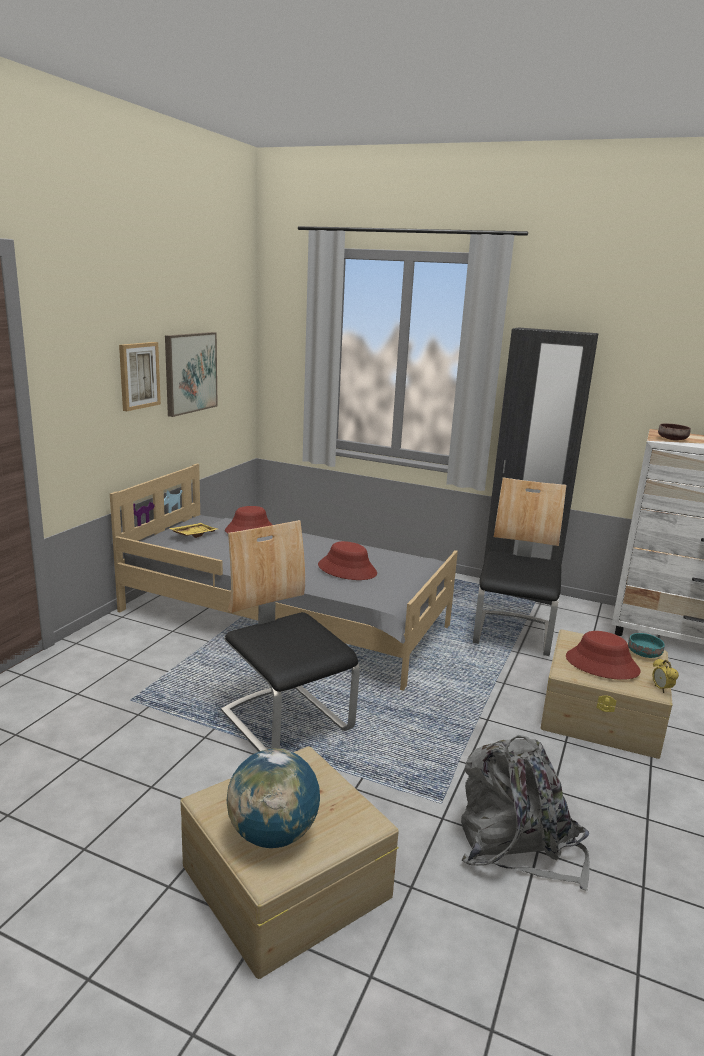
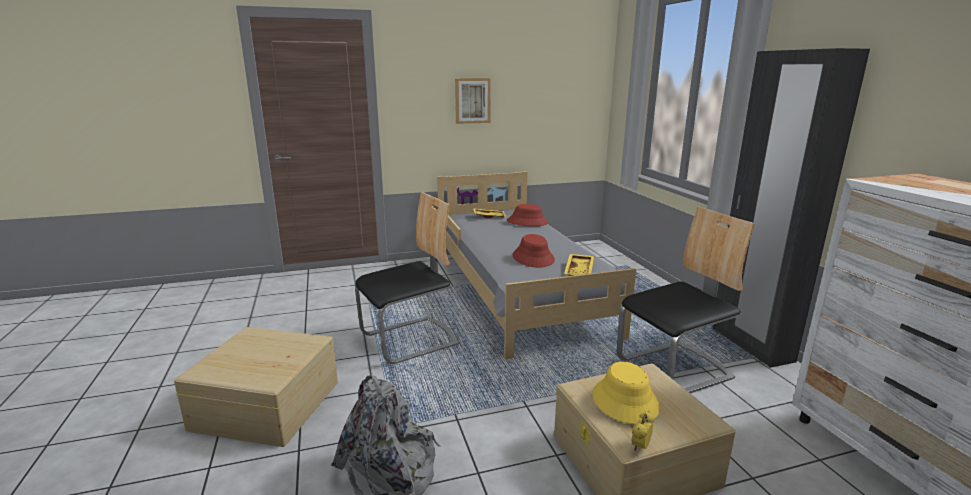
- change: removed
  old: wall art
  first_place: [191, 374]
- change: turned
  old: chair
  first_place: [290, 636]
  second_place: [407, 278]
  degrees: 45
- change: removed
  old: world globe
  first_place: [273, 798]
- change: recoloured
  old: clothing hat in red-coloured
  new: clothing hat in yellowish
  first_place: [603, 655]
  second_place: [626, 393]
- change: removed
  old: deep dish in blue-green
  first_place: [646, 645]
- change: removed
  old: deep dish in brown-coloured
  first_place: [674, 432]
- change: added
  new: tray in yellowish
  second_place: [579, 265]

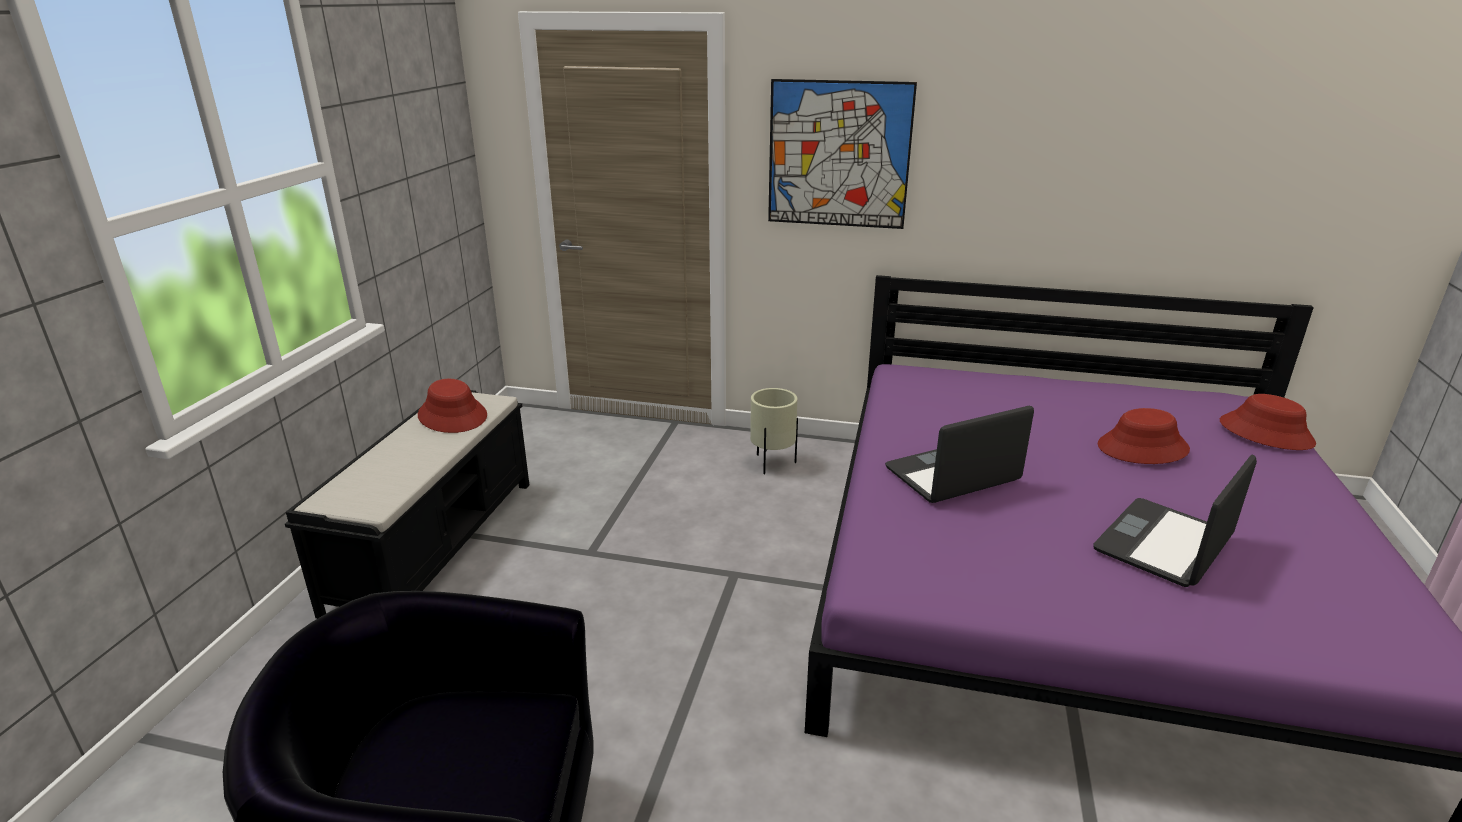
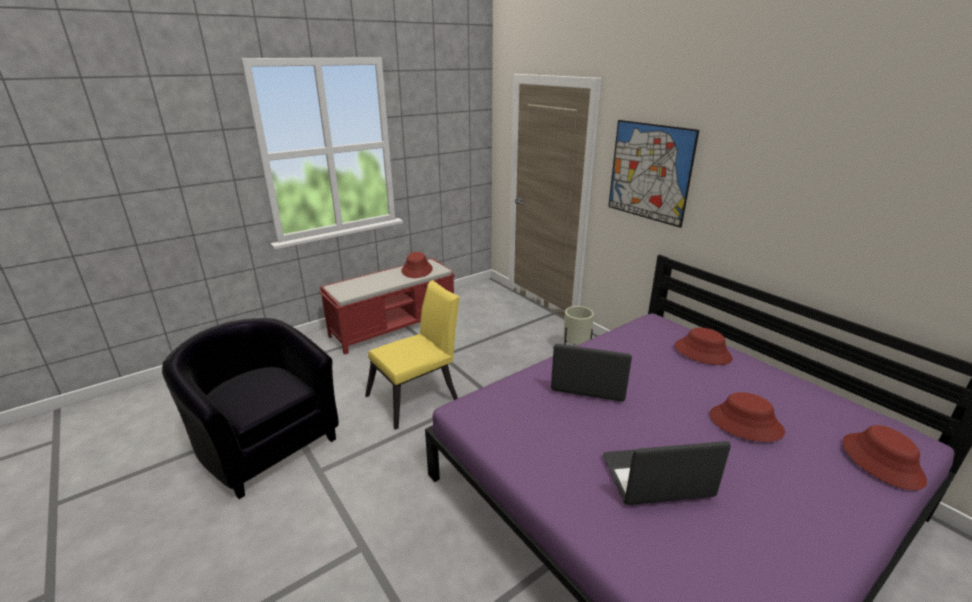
- change: recoloured
  old: indoor bench in black-coloured
  new: indoor bench in red-coloured
  first_place: [407, 504]
  second_place: [387, 306]
- change: added
  new: chair in yellowish
  second_place: [412, 355]
- change: added
  new: clothing hat in red-coloured
  second_place: [704, 346]

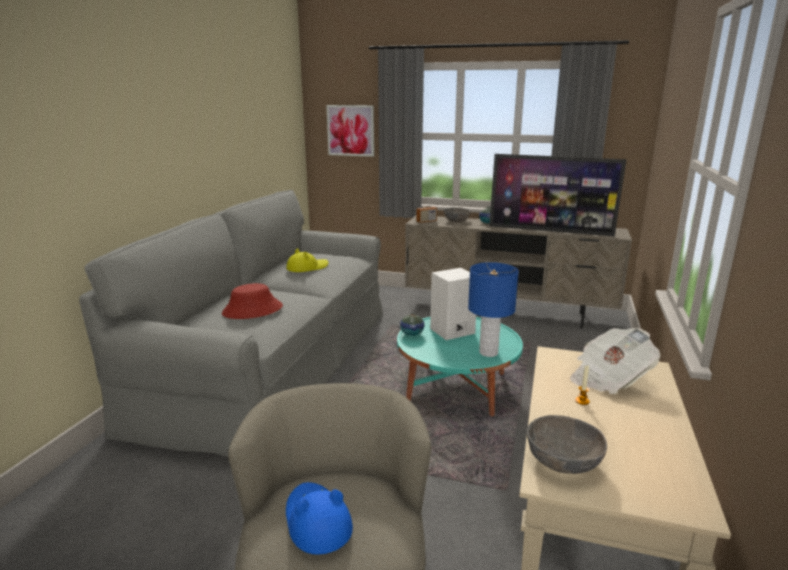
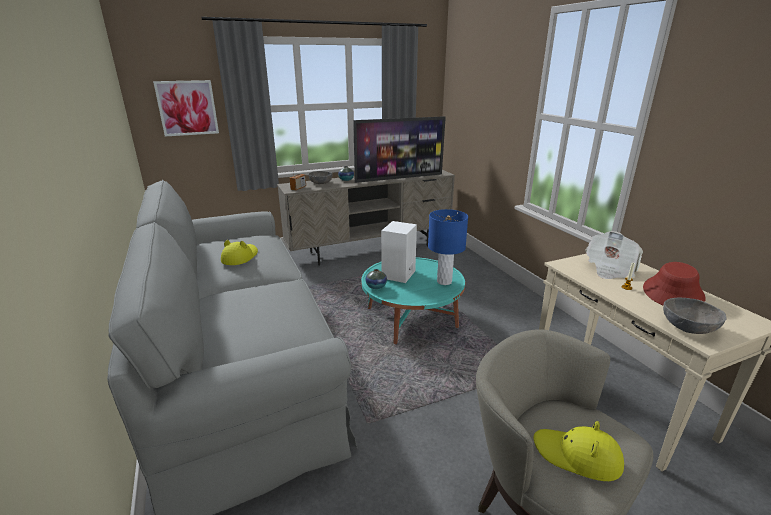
- change: moved
  old: clothing hat in red-coloured
  first_place: [252, 301]
  second_place: [674, 284]
- change: recoloured
  old: clothing hat in blue
  new: clothing hat in yellowish
  first_place: [319, 518]
  second_place: [579, 451]

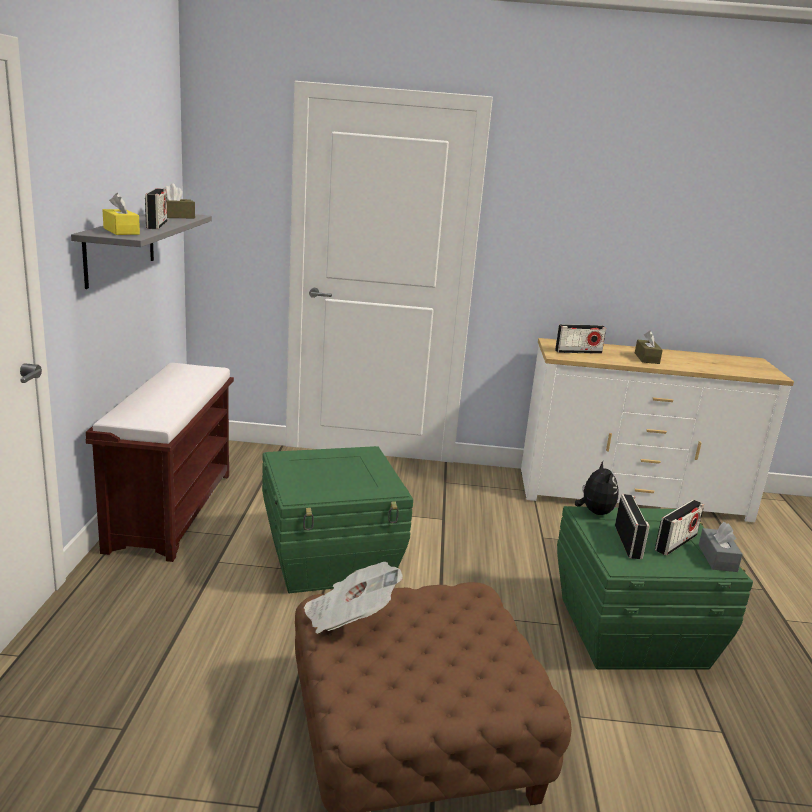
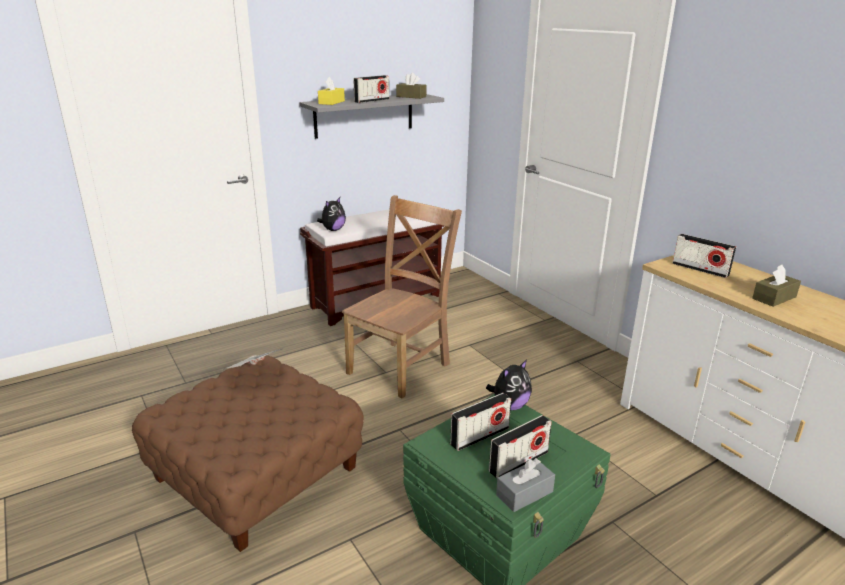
- change: replaced
  old: storage box in greenish
  new: chair in brown-coloured
  first_place: [337, 519]
  second_place: [402, 297]
- change: turned
  old: radio
  first_place: [679, 528]
  second_place: [520, 446]
  degrees: -45
- change: added
  new: soft toy
  second_place: [331, 214]

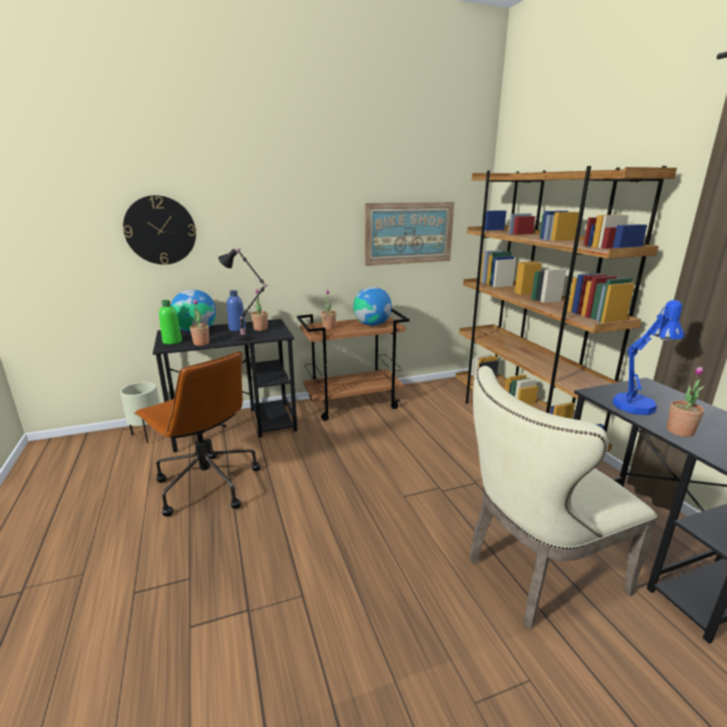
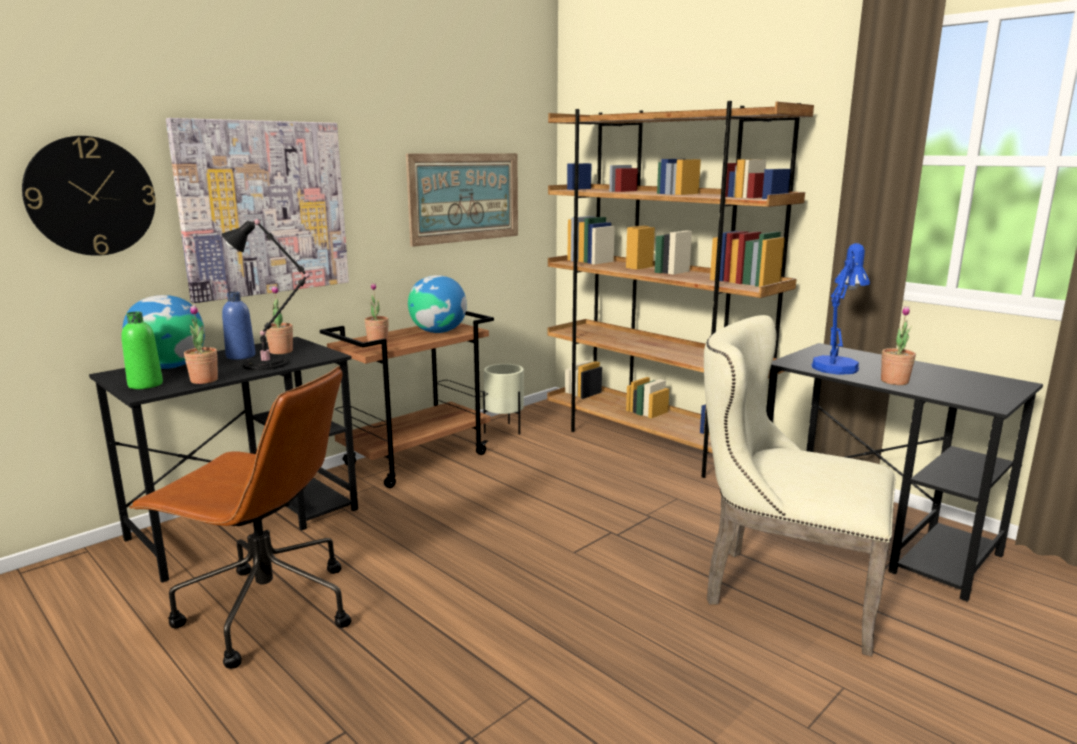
- change: moved
  old: plant pot in beige-coloured
  first_place: [140, 412]
  second_place: [503, 399]
- change: turned
  old: chair in beige-coloured
  first_place: [564, 497]
  second_place: [800, 485]
  degrees: 75
- change: added
  new: wall art
  second_place: [257, 210]

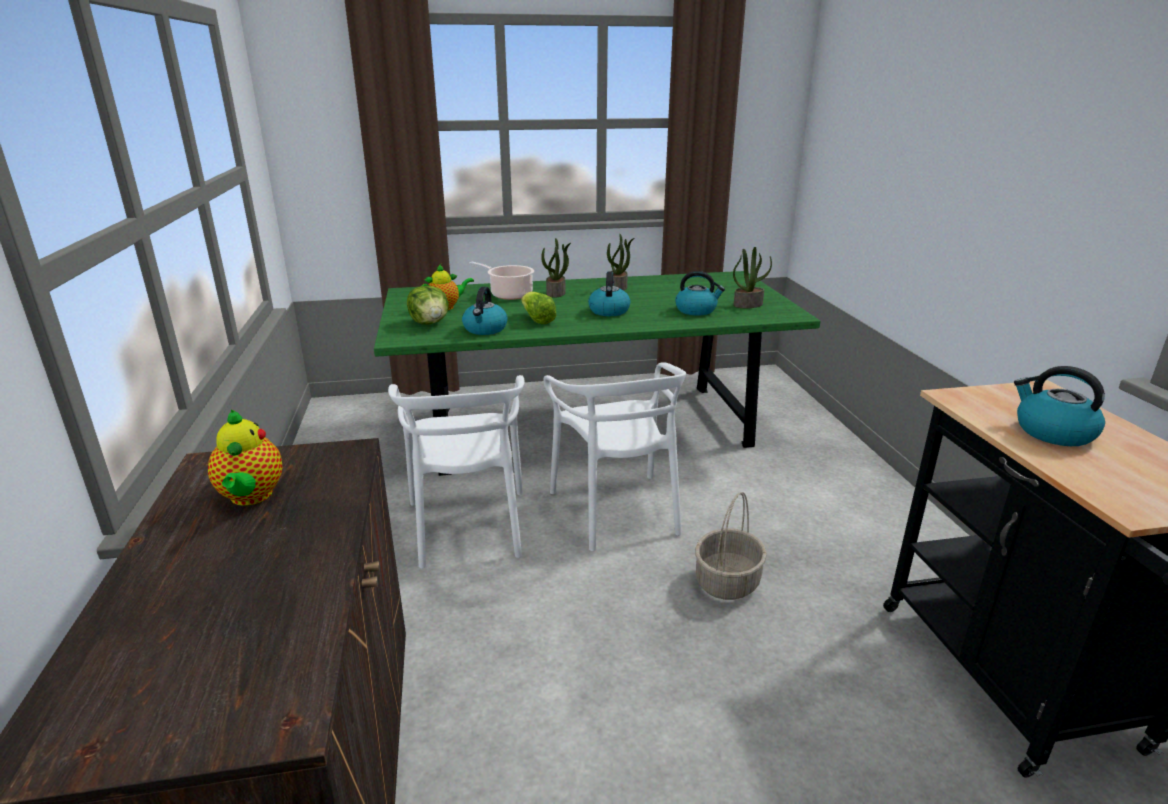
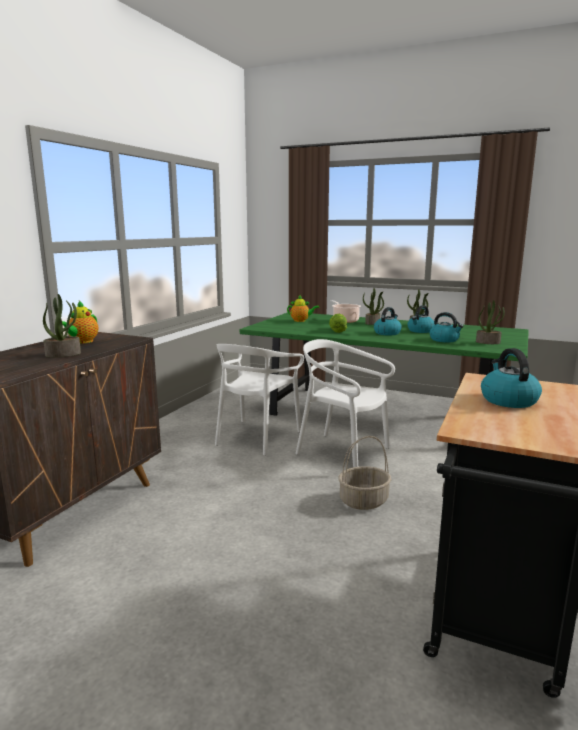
- change: removed
  old: lettuce head
  first_place: [428, 305]
- change: moved
  old: water kettle
  first_place: [485, 311]
  second_place: [421, 319]
- change: turned
  old: chair in white-coloured
  first_place: [615, 456]
  second_place: [345, 403]
  degrees: 105
- change: added
  new: plant in a pot
  second_place: [62, 326]

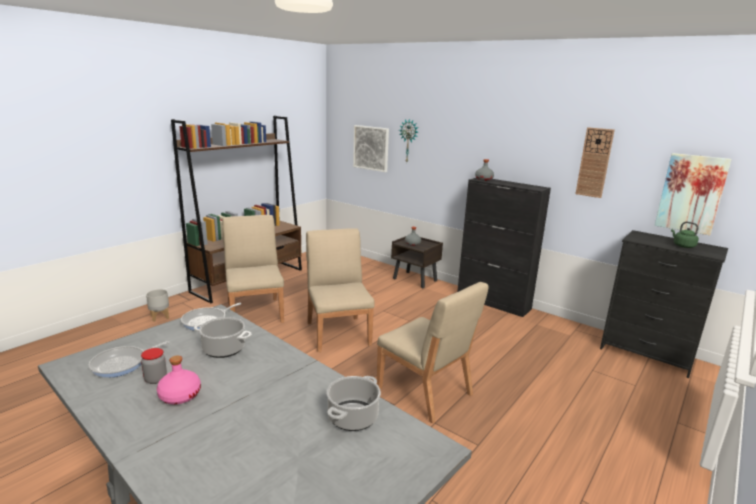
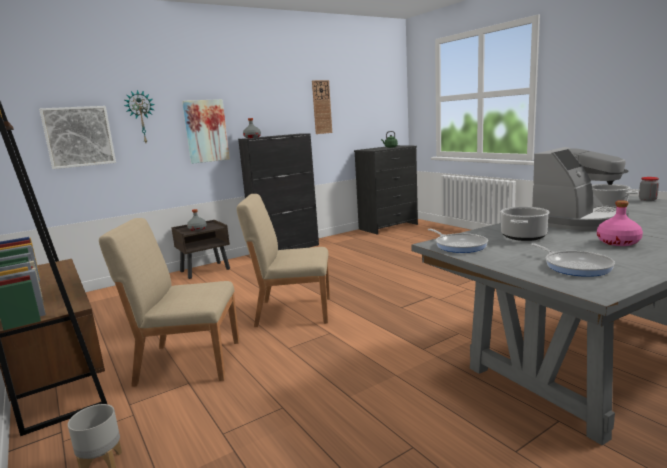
- change: moved
  old: jar
  first_place: [154, 366]
  second_place: [649, 189]
- change: removed
  old: chair in beige-coloured
  first_place: [433, 352]
- change: moved
  old: wall art
  first_place: [693, 194]
  second_place: [206, 131]
- change: added
  new: coffee machine
  second_place: [580, 188]

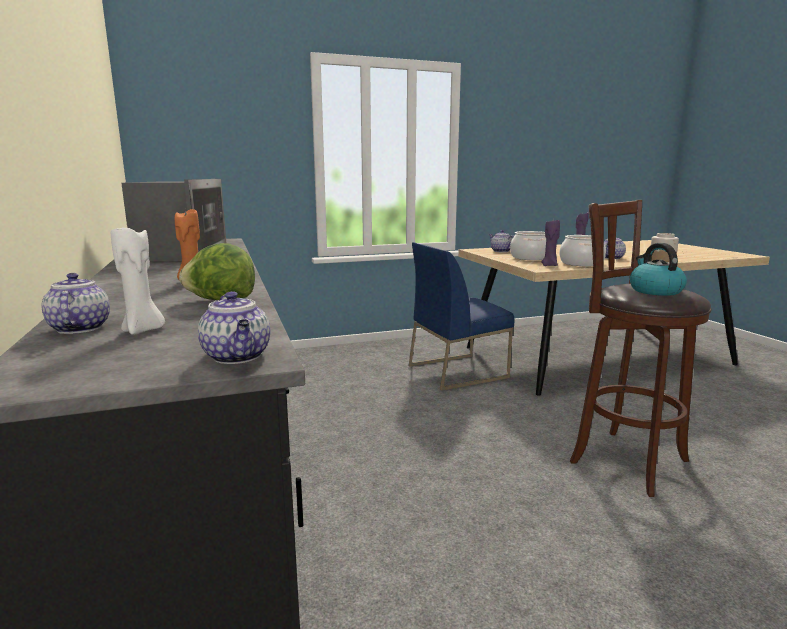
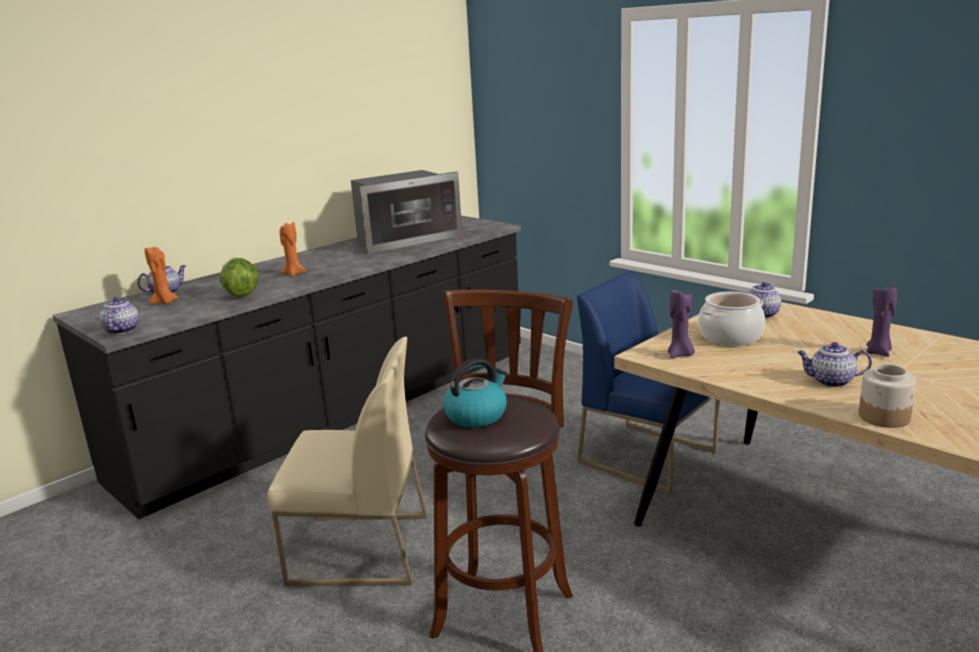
- change: recoloured
  old: candle in white-coloured
  new: candle in orange
  first_place: [138, 280]
  second_place: [161, 275]
- change: turned
  old: pot for tea
  first_place: [234, 327]
  second_place: [119, 315]
  degrees: 135
- change: removed
  old: cooking pot
  first_place: [583, 250]
- change: added
  new: chair in beige-coloured
  second_place: [347, 461]

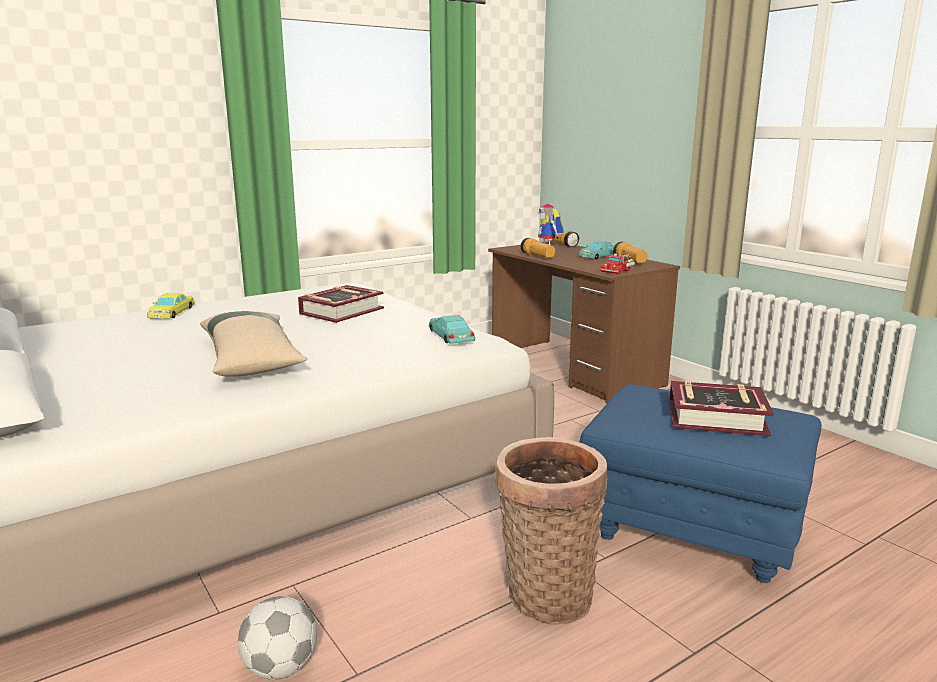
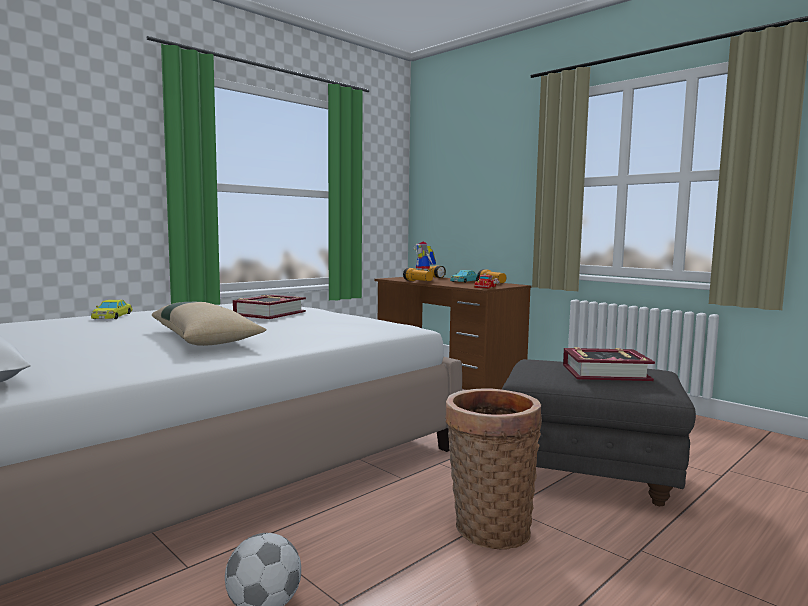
- change: removed
  old: miniature car in blue-green
  first_place: [452, 329]
- change: recoloured
  old: pouffe in blue
  new: pouffe in grey
  first_place: [700, 483]
  second_place: [599, 432]

